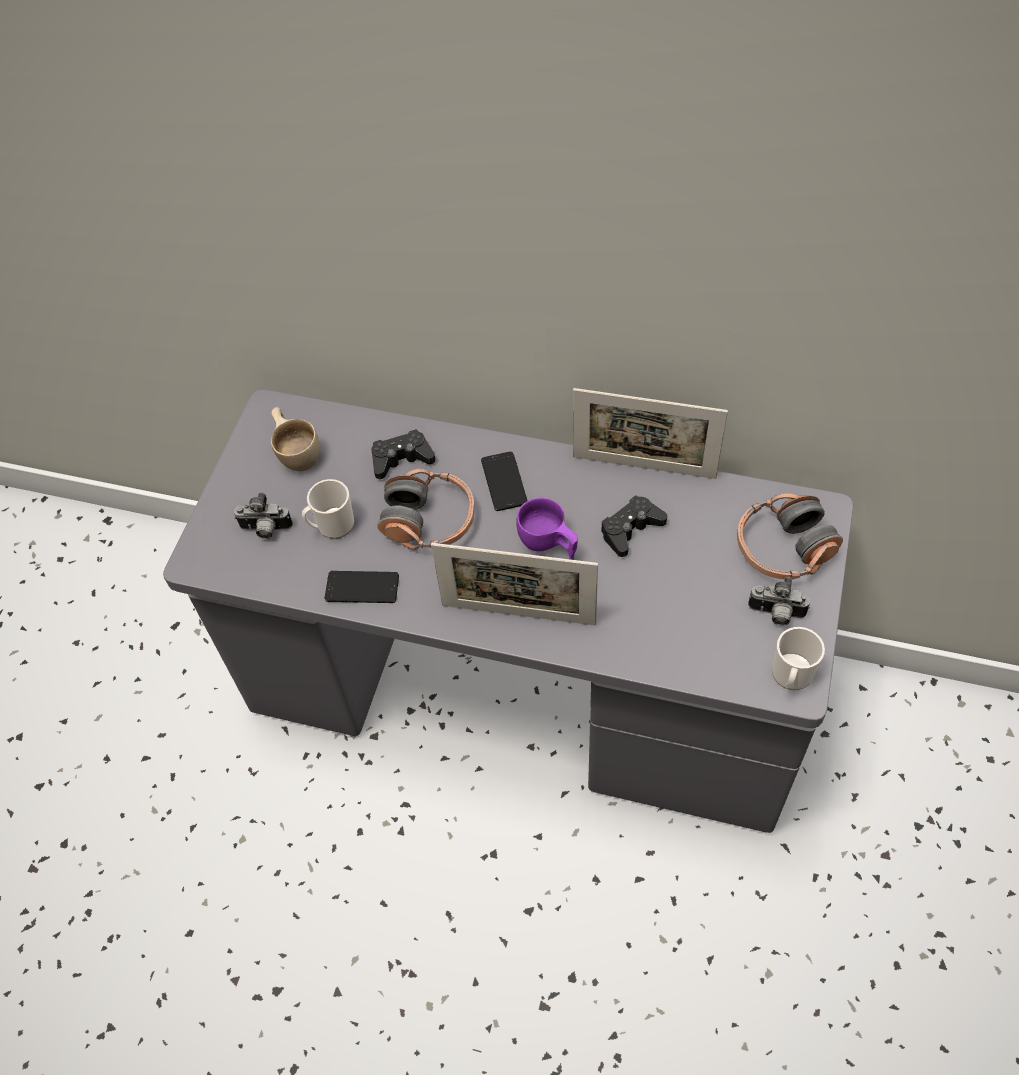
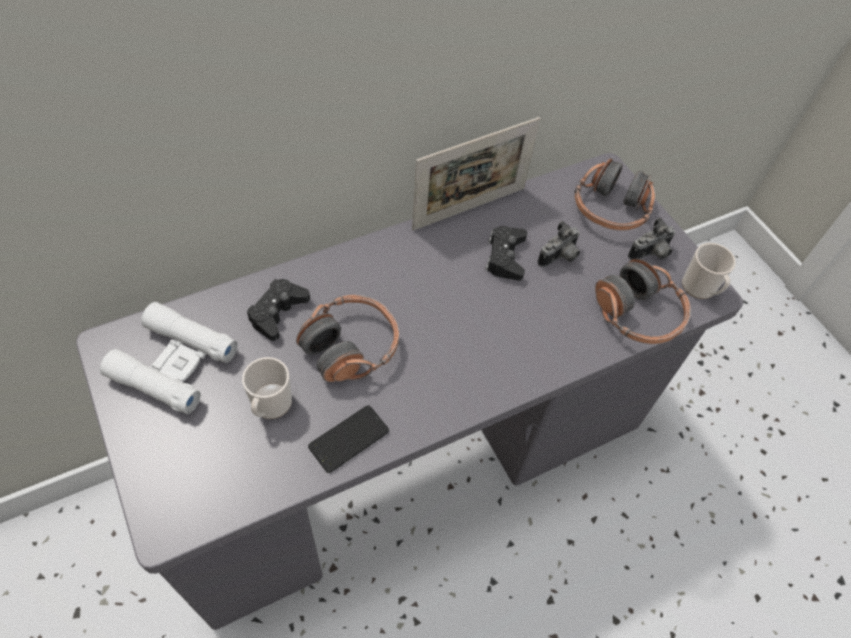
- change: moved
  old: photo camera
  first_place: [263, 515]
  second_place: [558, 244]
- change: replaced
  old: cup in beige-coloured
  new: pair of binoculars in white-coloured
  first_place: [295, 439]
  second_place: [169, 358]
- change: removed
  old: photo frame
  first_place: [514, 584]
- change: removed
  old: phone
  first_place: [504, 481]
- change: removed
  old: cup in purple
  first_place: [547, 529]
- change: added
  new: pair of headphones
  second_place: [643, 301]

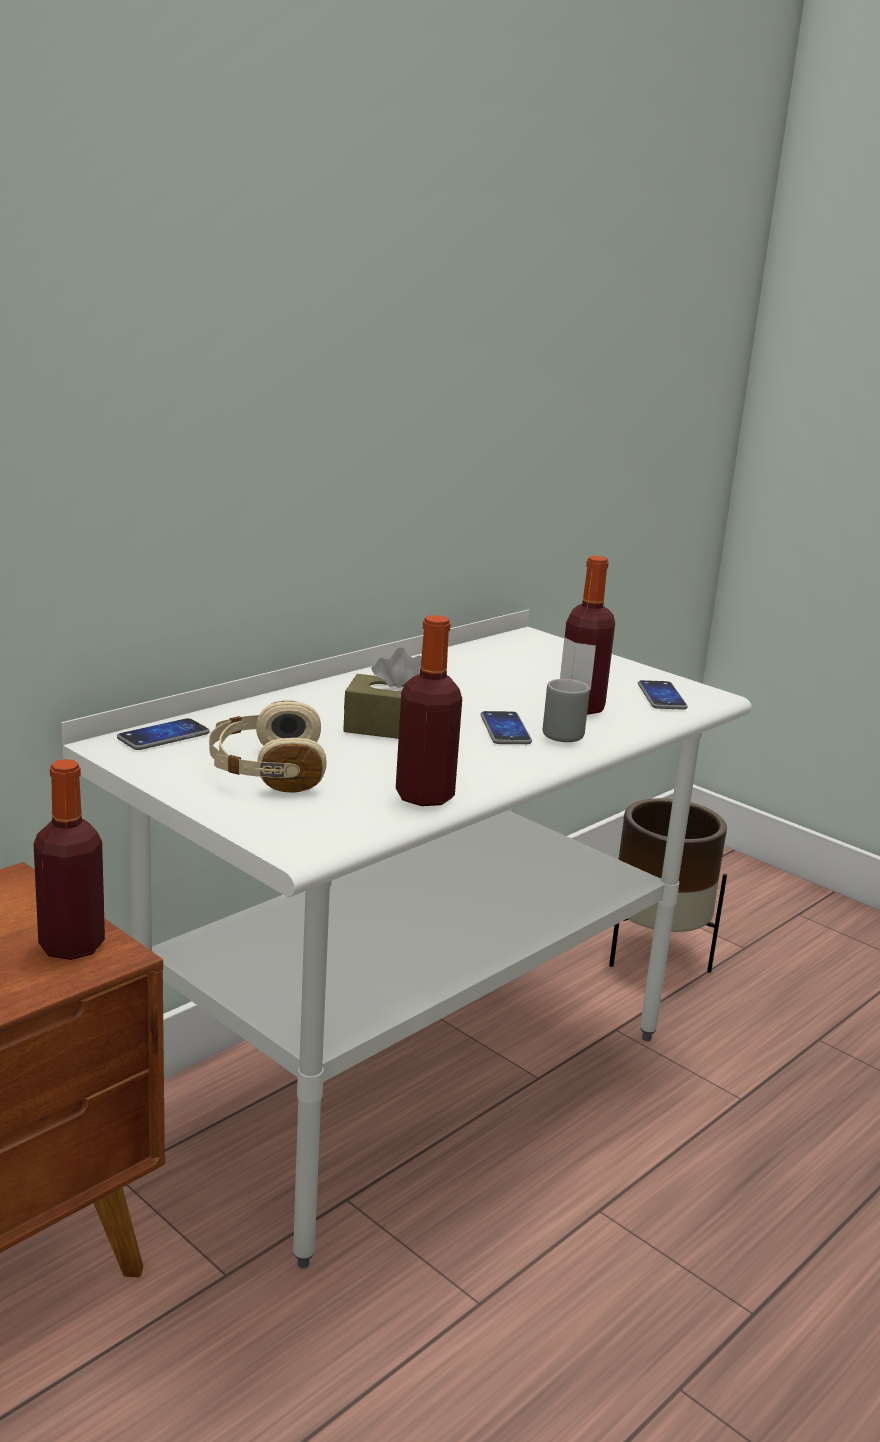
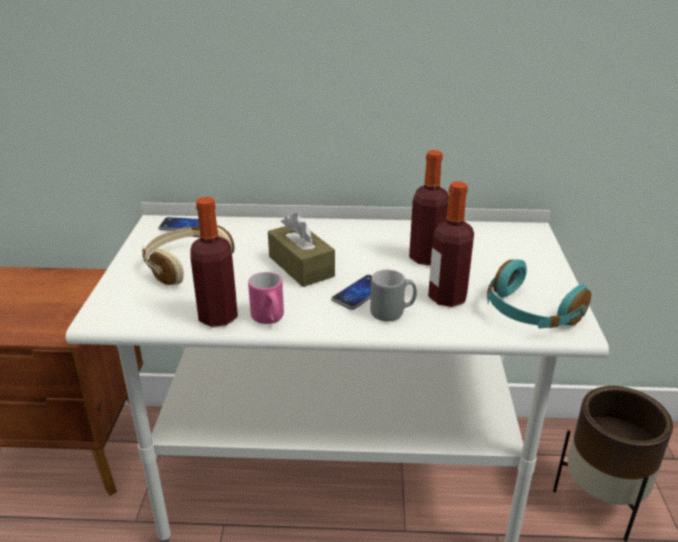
- change: moved
  old: drink bottle
  first_place: [69, 859]
  second_place: [429, 207]
- change: replaced
  old: phone
  new: pair of headphones in blue-green
  first_place: [663, 695]
  second_place: [539, 293]
- change: added
  new: coffee mug in pinkish
  second_place: [266, 298]

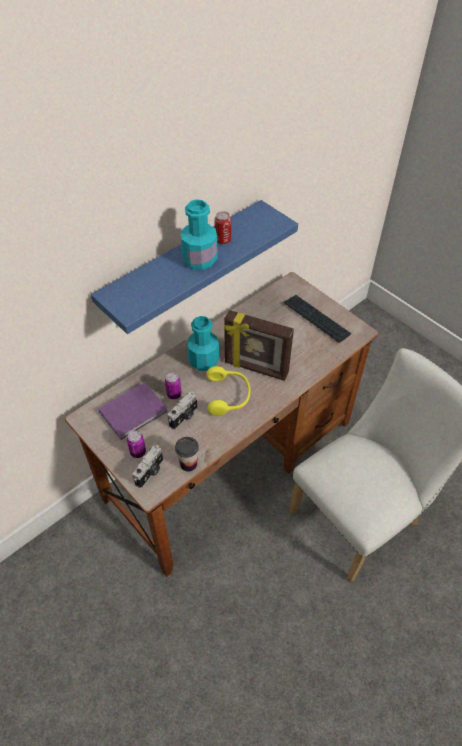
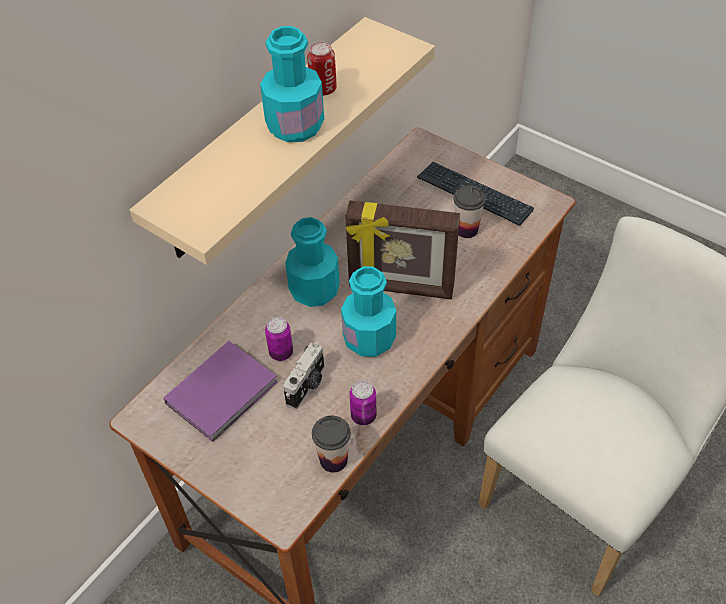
- change: recoloured
  old: wall shelf in blue
  new: wall shelf in beige-coloured
  first_place: [194, 267]
  second_place: [282, 141]
- change: moved
  old: sealed can
  first_place: [136, 444]
  second_place: [363, 402]
- change: removed
  old: photo camera
  first_place: [147, 466]
- change: replaced
  old: pair of headphones in yellowish
  new: drink bottle in blue-green
  first_place: [228, 391]
  second_place: [368, 311]
- change: added
  new: cup
  second_place: [470, 211]

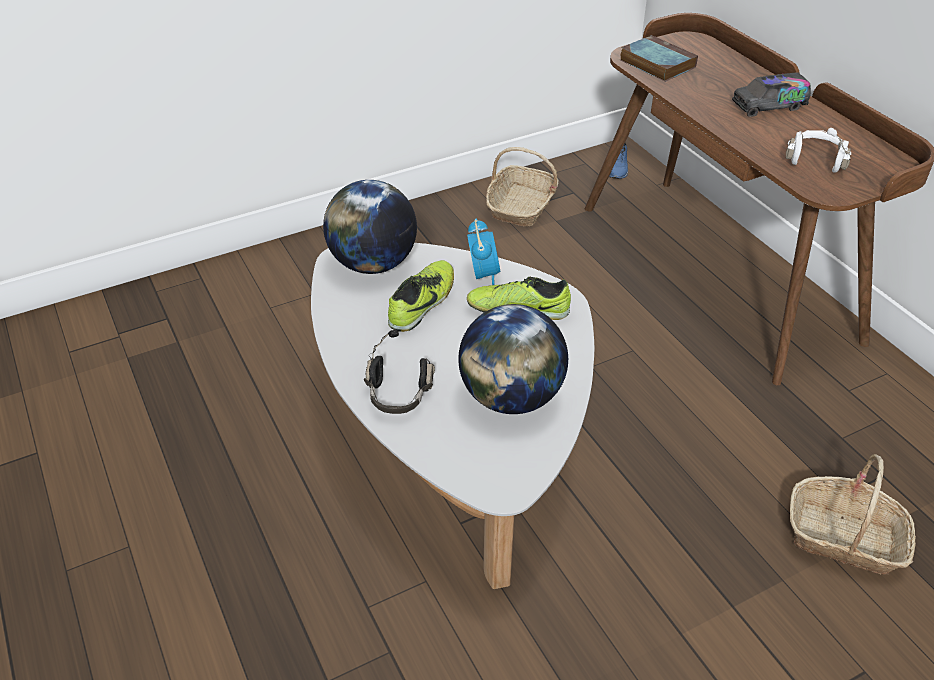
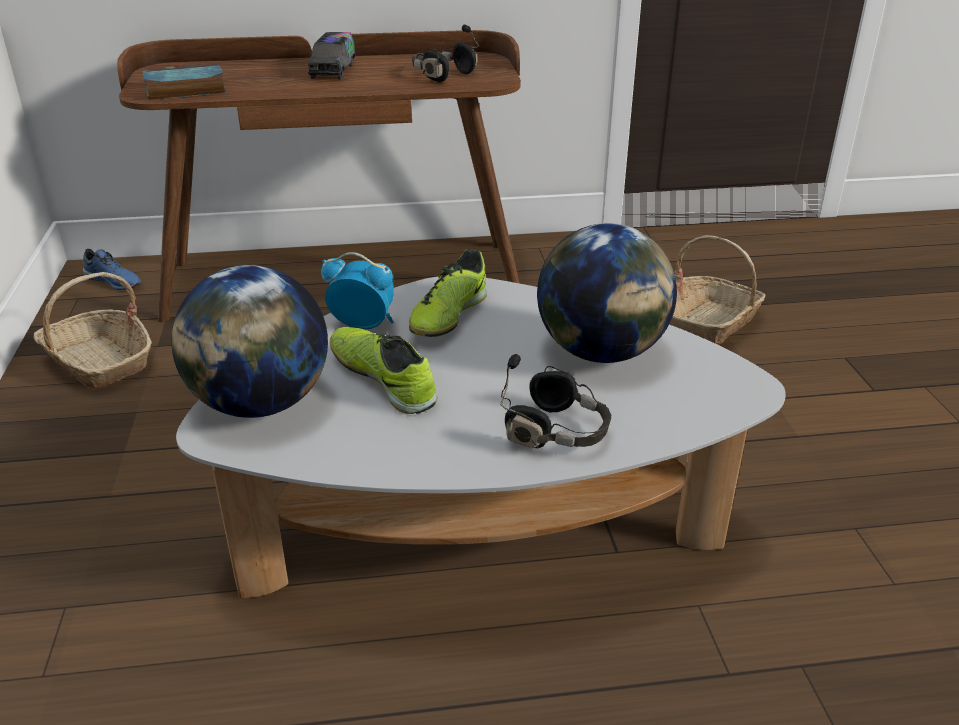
- change: recoloured
  old: pair of headphones in white-coloured
  new: pair of headphones in black-coloured
  first_place: [818, 150]
  second_place: [445, 53]

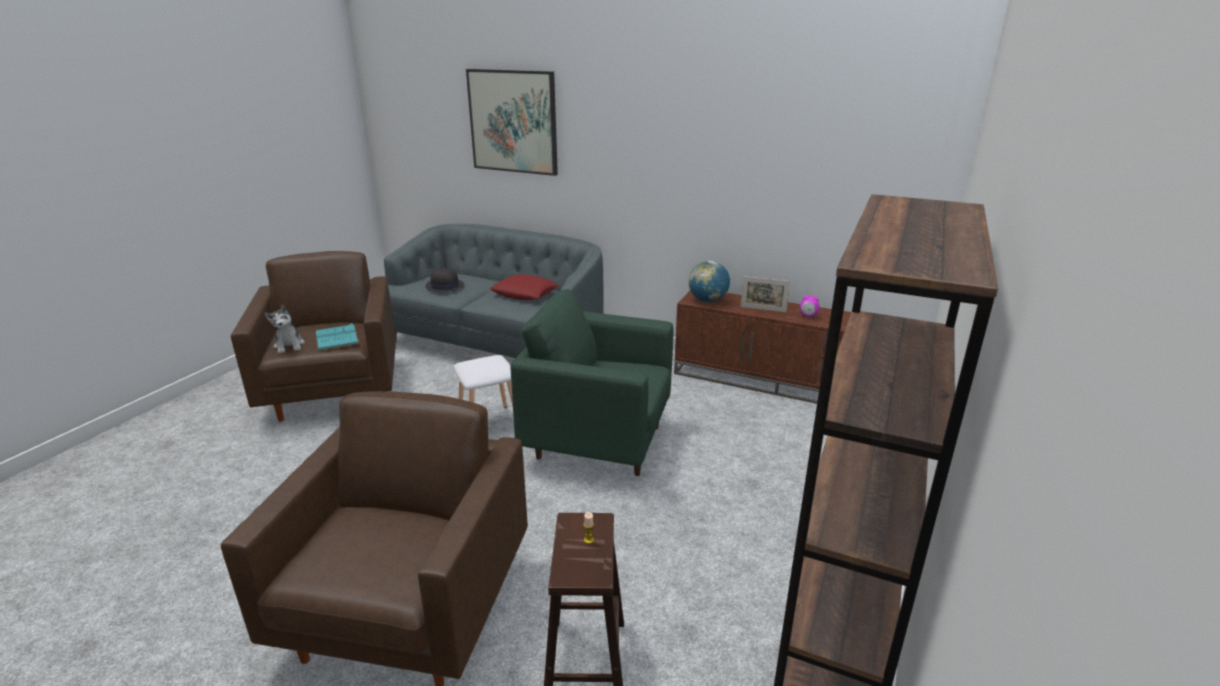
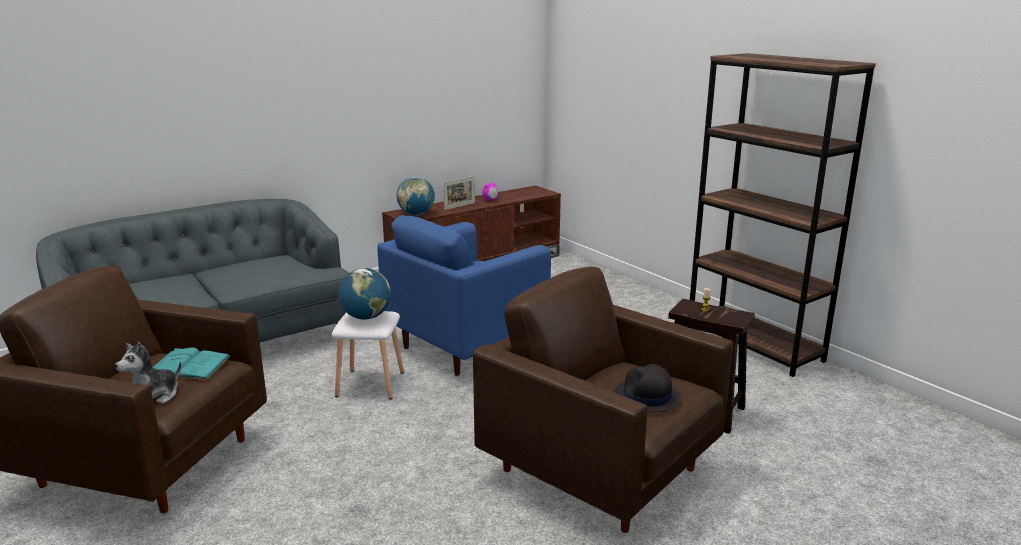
- change: turned
  old: soft toy
  first_place: [284, 329]
  second_place: [148, 372]
  degrees: 120
- change: moved
  old: clothing hat in black-coloured
  first_place: [444, 279]
  second_place: [647, 388]
- change: removed
  old: wall art
  first_place: [512, 122]
- change: removed
  old: throw pillow in red-coloured
  first_place: [524, 287]
- change: recoloured
  old: easy chair in greenish
  new: easy chair in blue
  first_place: [592, 382]
  second_place: [464, 295]
- change: added
  new: world globe
  second_place: [364, 294]

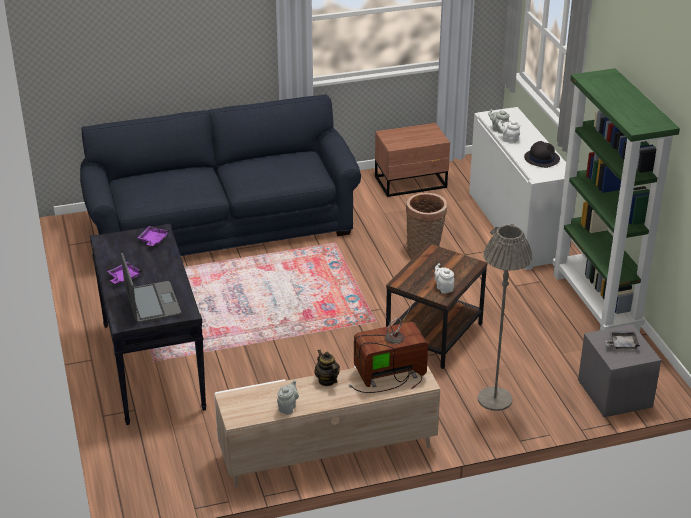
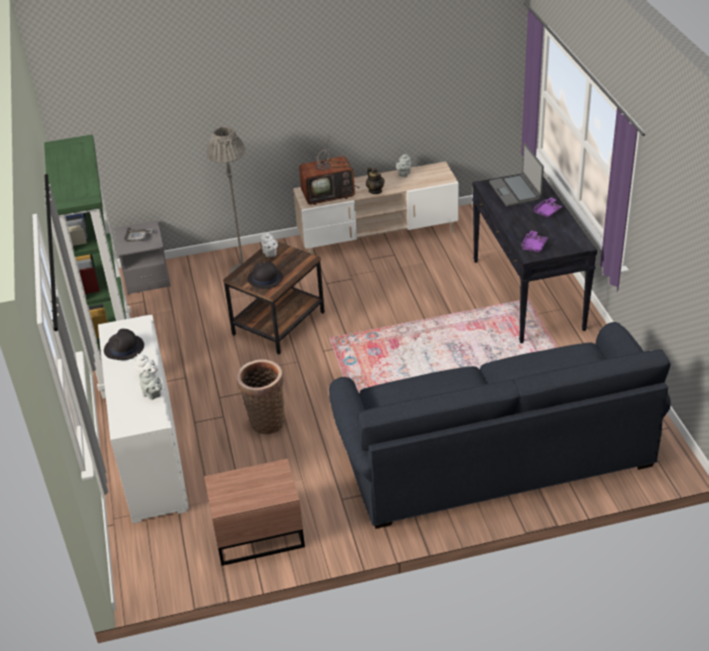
- change: added
  new: clothing hat in black-coloured
  second_place: [265, 275]

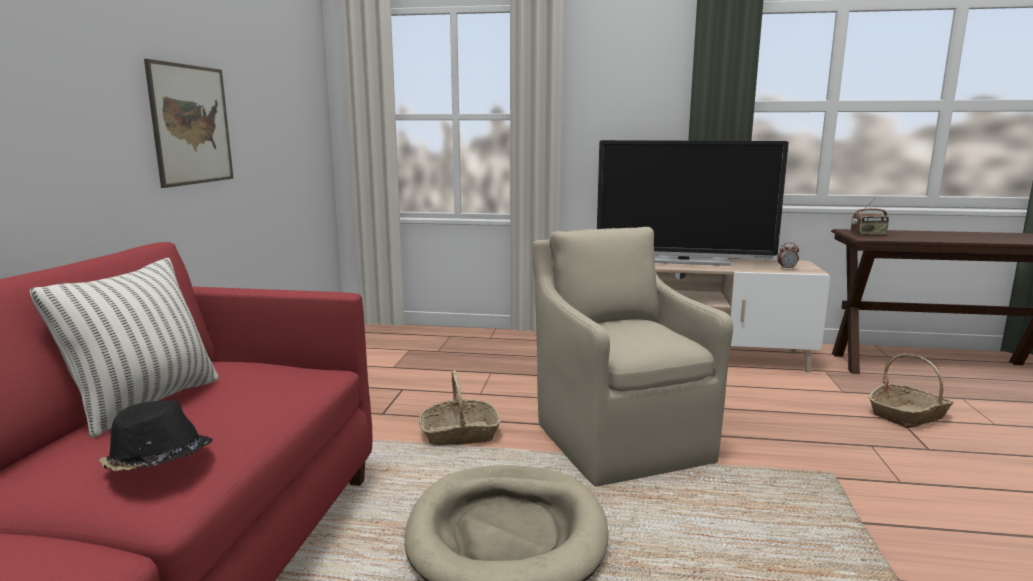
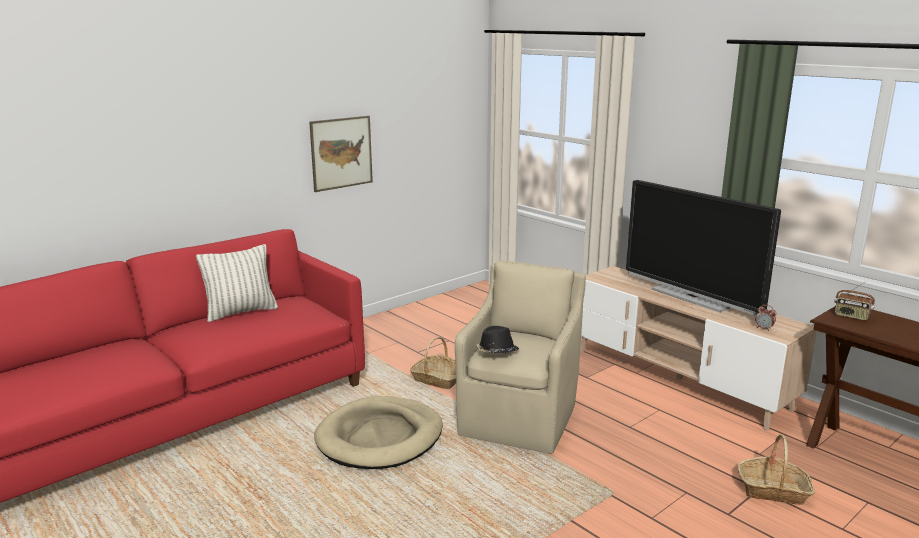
- change: moved
  old: clothing hat in black-coloured
  first_place: [155, 435]
  second_place: [497, 339]

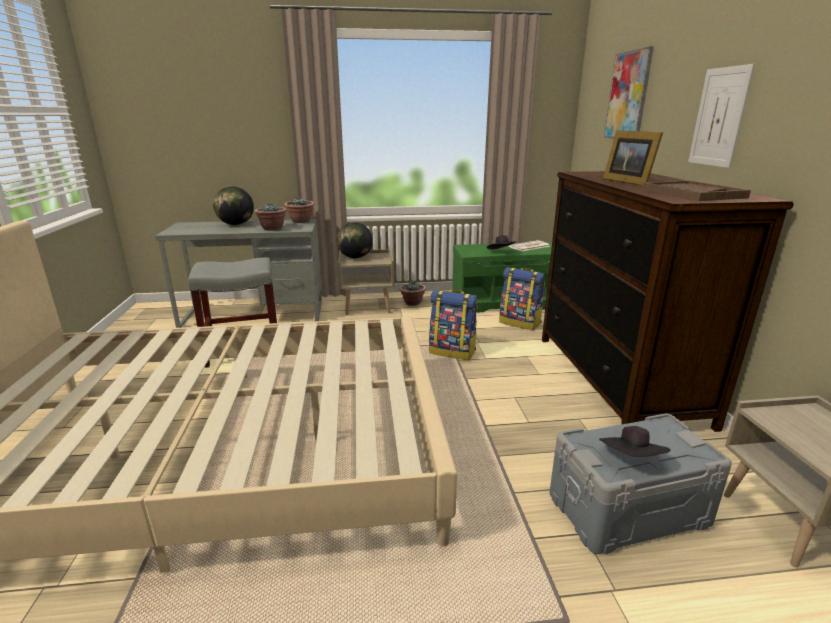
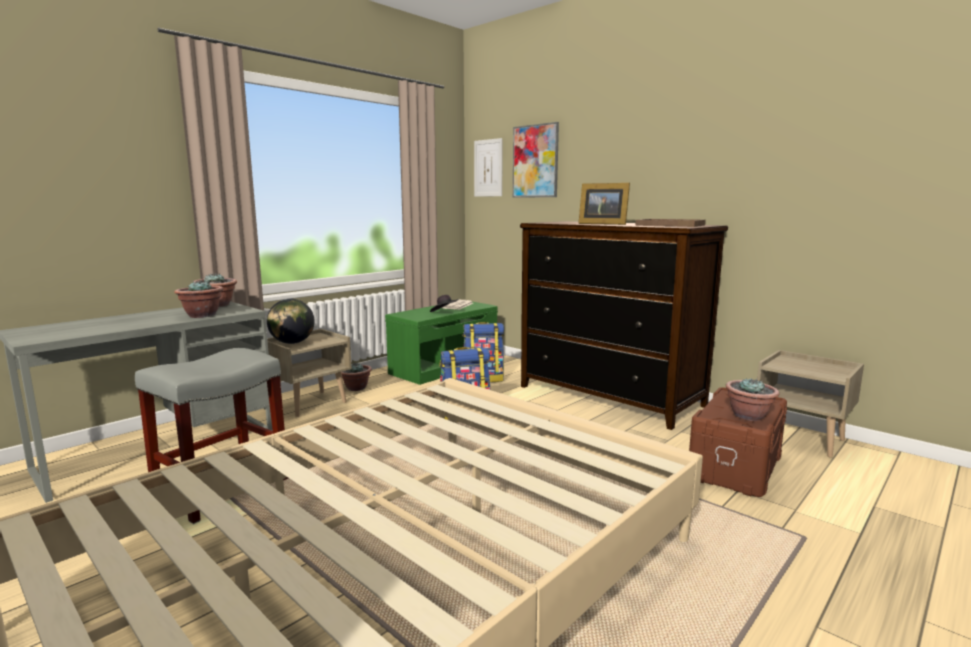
- change: removed
  old: world globe
  first_place: [233, 205]
- change: recoloured
  old: storage box in grey
  new: storage box in brown-coloured
  first_place: [640, 484]
  second_place: [738, 442]
- change: replaced
  old: clothing hat in black-coloured
  new: plant in a pot
  first_place: [634, 441]
  second_place: [753, 399]
- change: moved
  old: wall art
  first_place: [721, 116]
  second_place: [488, 167]

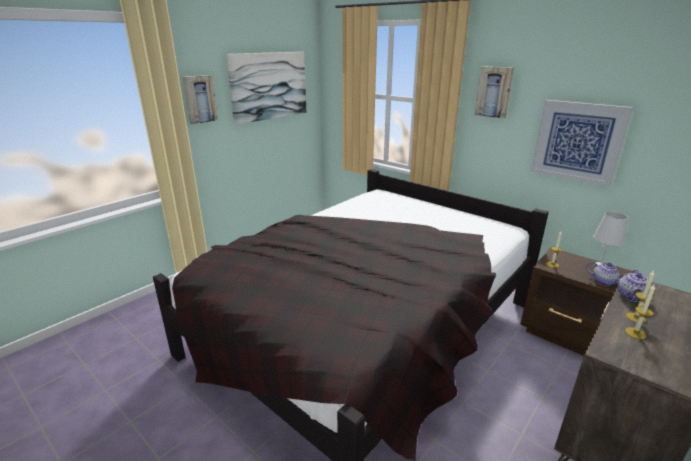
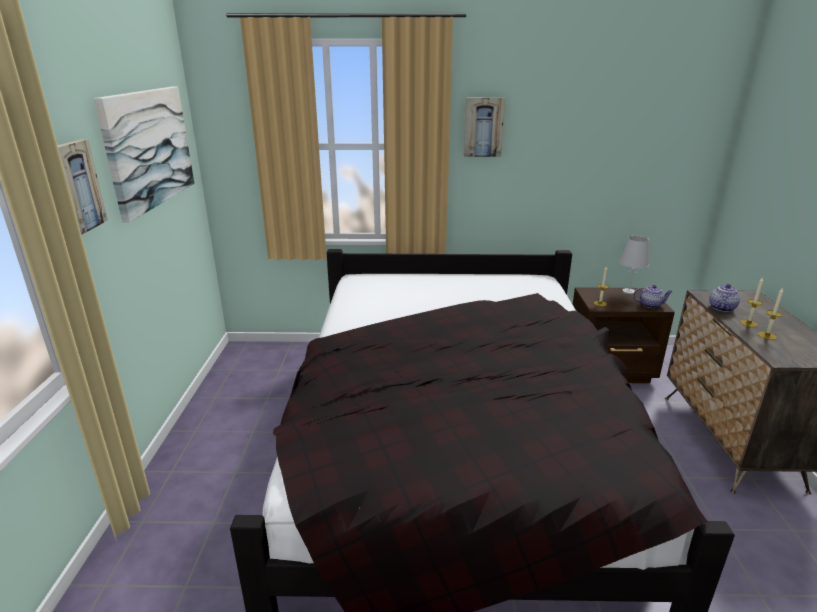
- change: removed
  old: wall art
  first_place: [582, 143]
- change: turned
  old: pot for tea
  first_place: [635, 286]
  second_place: [724, 298]
  degrees: -135

